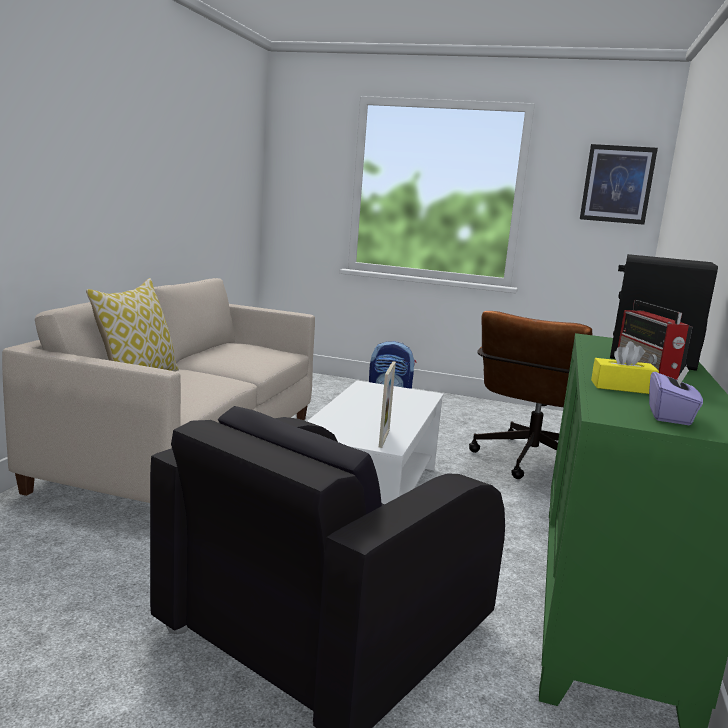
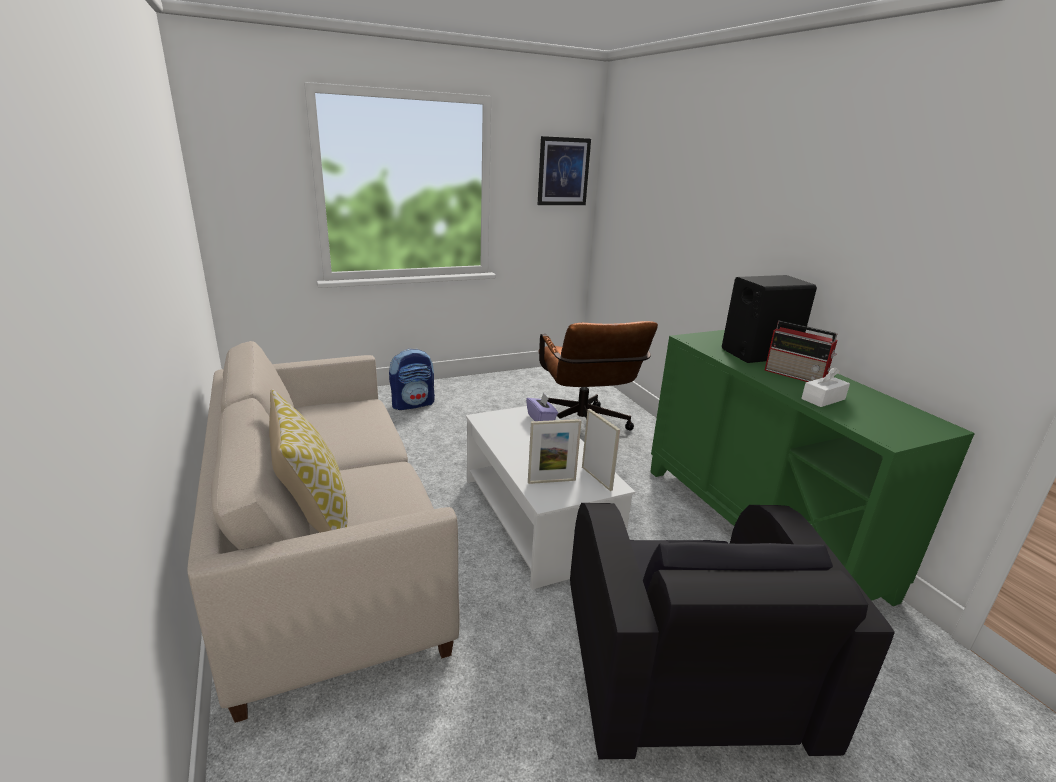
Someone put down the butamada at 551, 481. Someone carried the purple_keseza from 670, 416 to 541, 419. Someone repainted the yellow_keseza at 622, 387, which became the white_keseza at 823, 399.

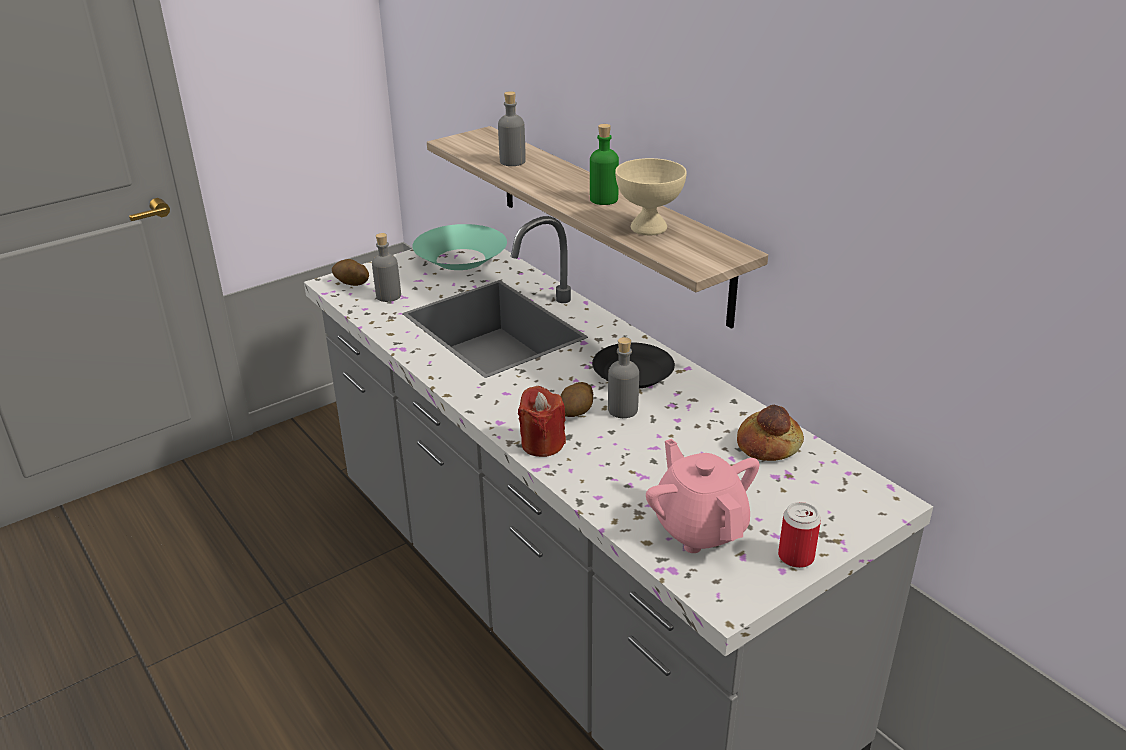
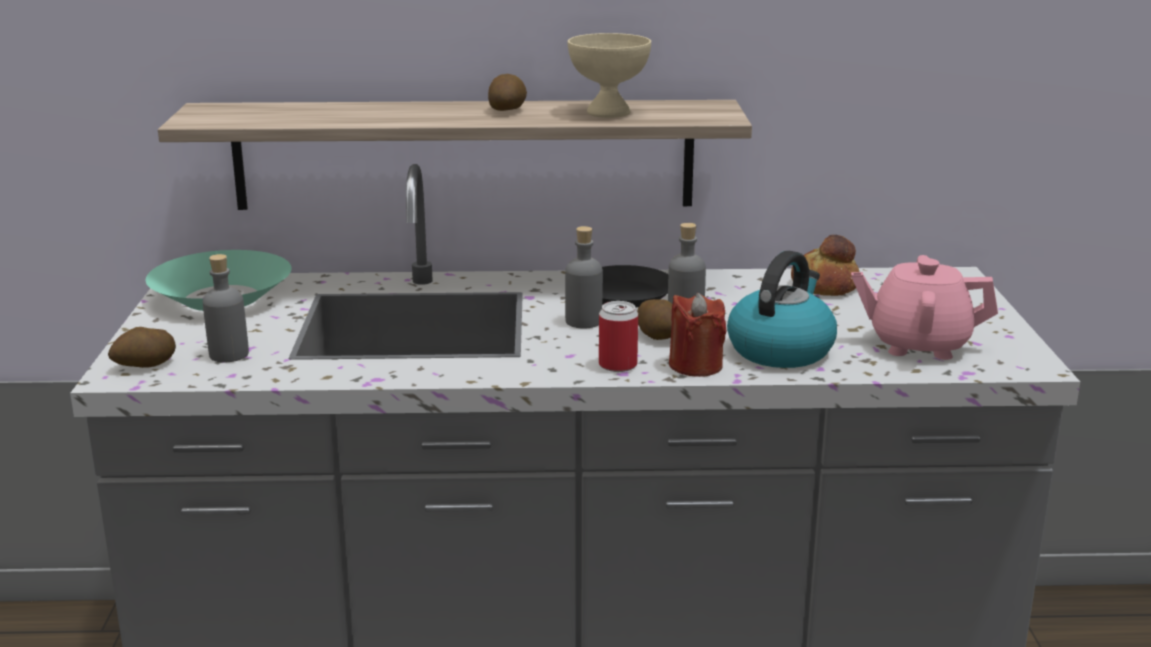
Someone put down the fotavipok at 780, 350. Someone carried the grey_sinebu from 512, 161 to 583, 321. Someone carried the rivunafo from 796, 557 to 618, 365. Someone swapped the green_sinebu at 603, 199 for the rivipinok at 507, 110.

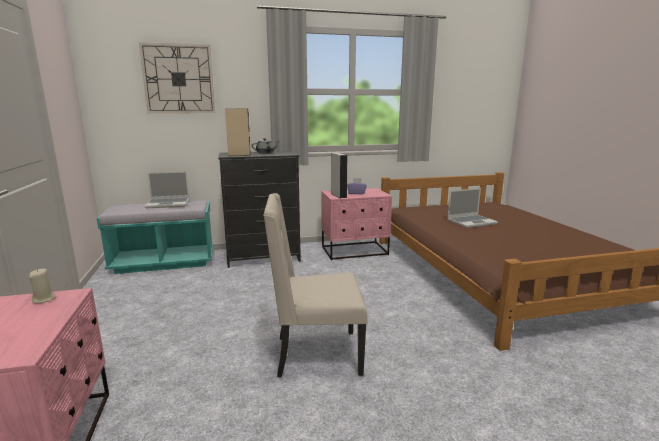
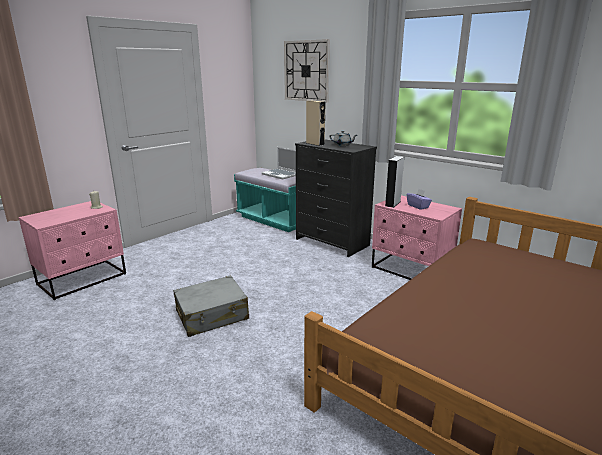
Someone took away the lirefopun at 471, 222. Someone swapped the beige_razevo at 315, 354 for the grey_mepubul at 212, 315.

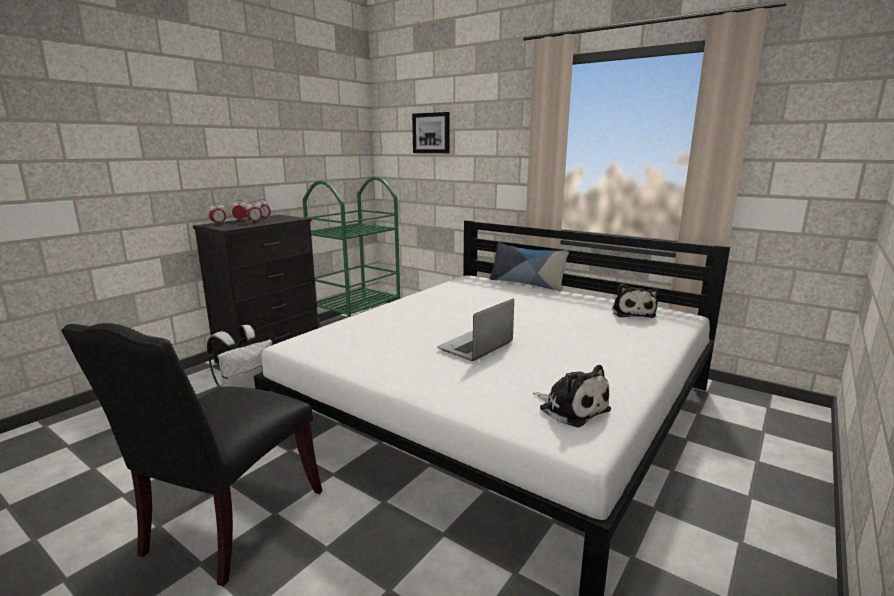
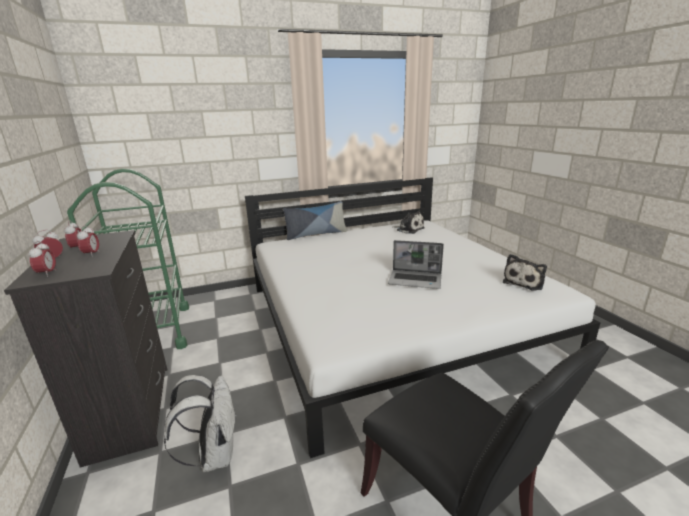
Someone took away the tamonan at 431, 133. Someone rotated the lirefopun at 475, 347 by 60 degrees counterclockwise. Someone rotated the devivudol at 571, 408 by 135 degrees clockwise.

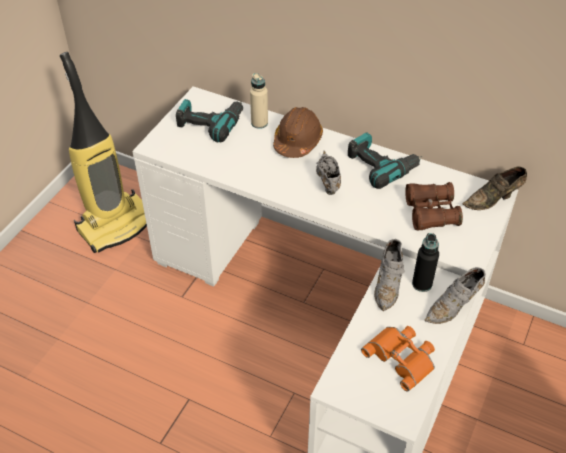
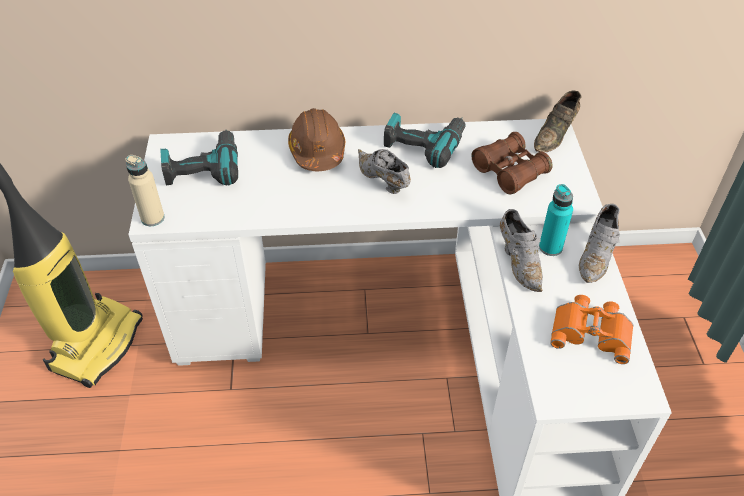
Someone carried the beige_sinebu from 259, 123 to 152, 218. Someone repainted the black_sinebu at 422, 284, which became the turquoise_sinebu at 550, 247.

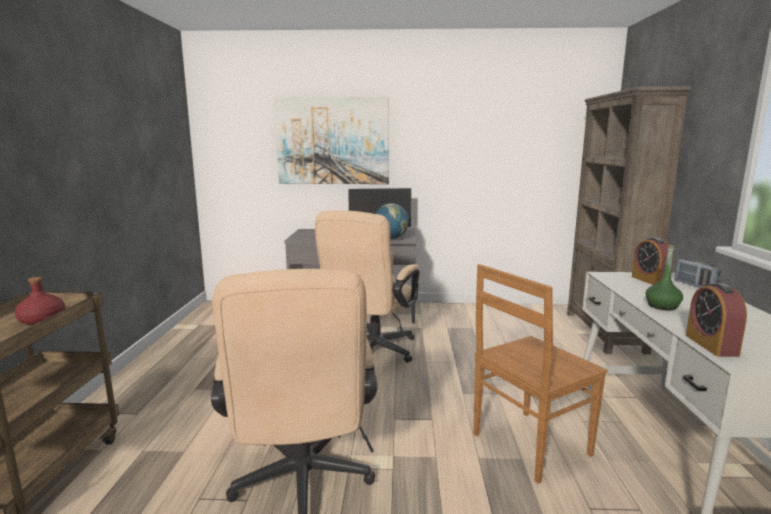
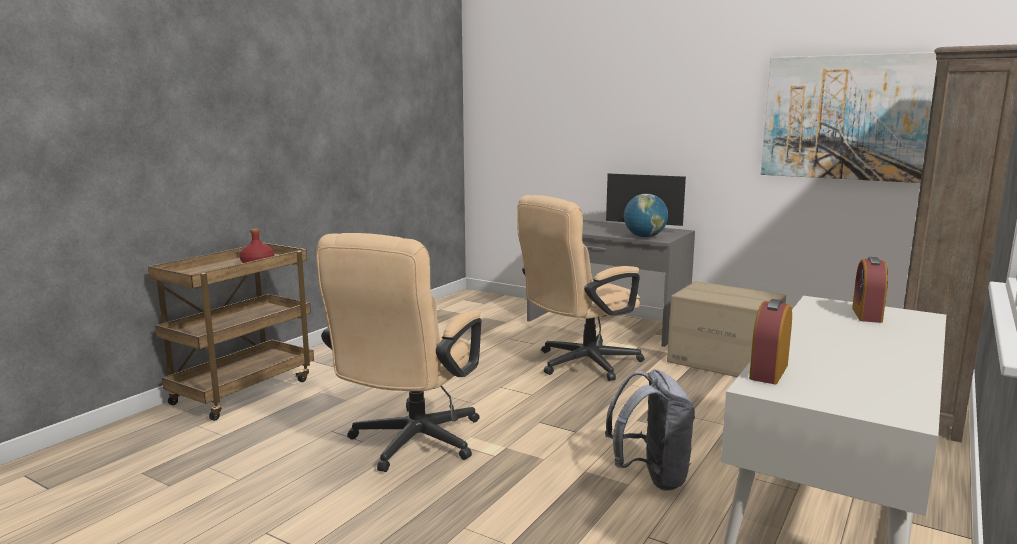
Someone took away the green_sinebu at 662, 306. Someone took away the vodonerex at 695, 285. Someone put down the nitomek at 723, 361. Someone carried the tamonan from 333, 141 to 850, 118. Someone swapped the brown_razevo at 528, 445 for the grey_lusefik at 650, 477.

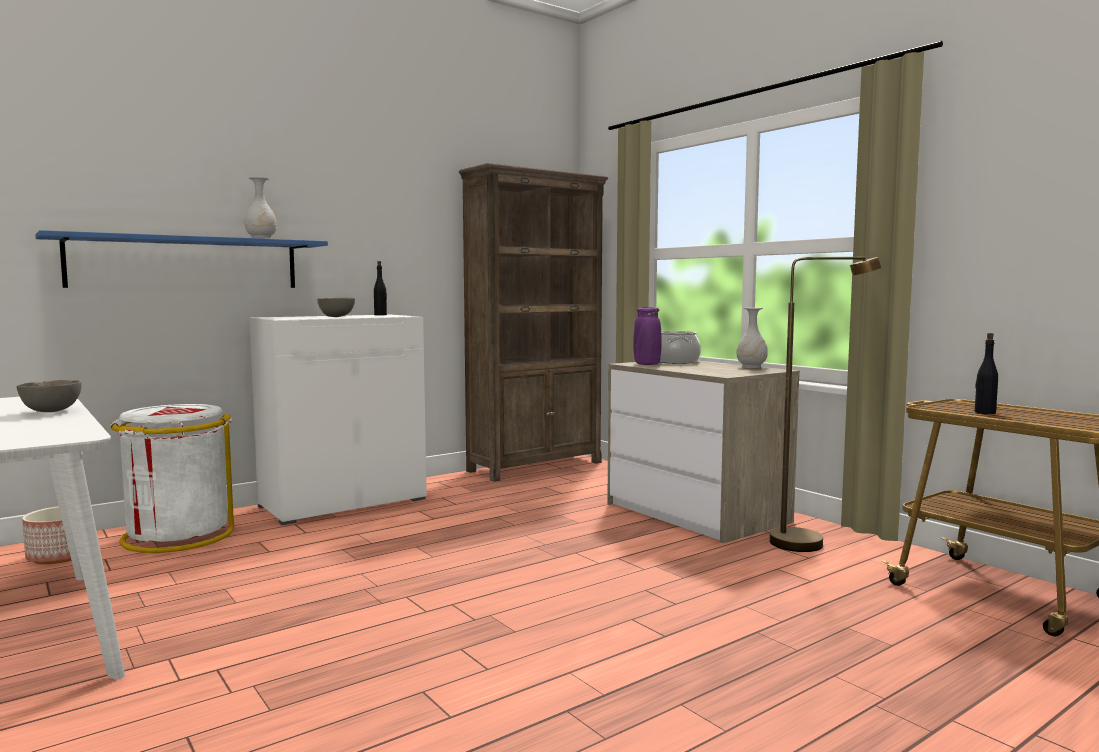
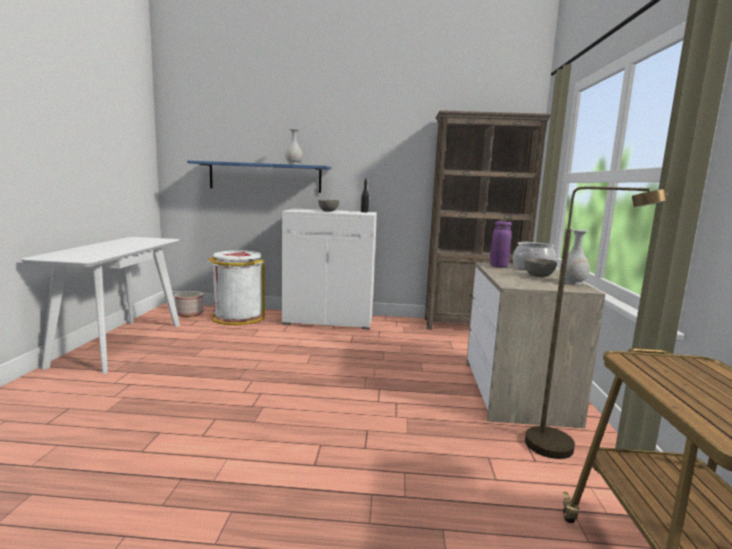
Someone took away the black_sinebu at 984, 412. Someone carried the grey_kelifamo from 52, 411 to 539, 276.

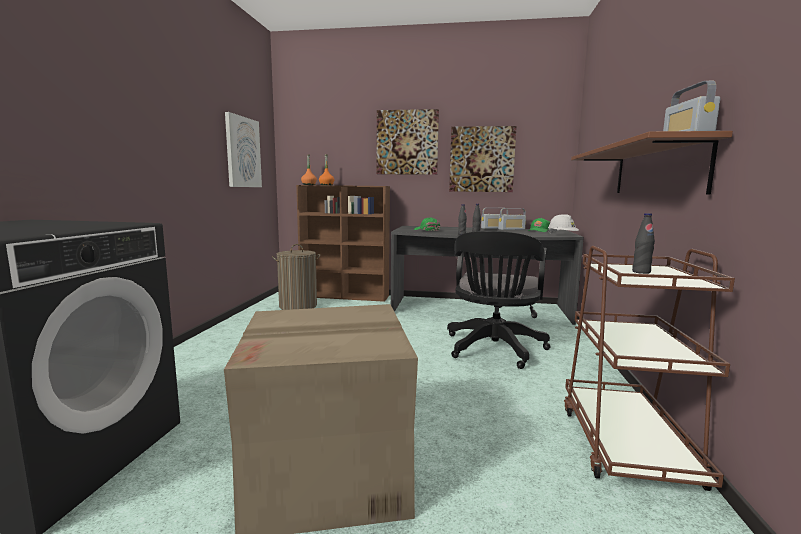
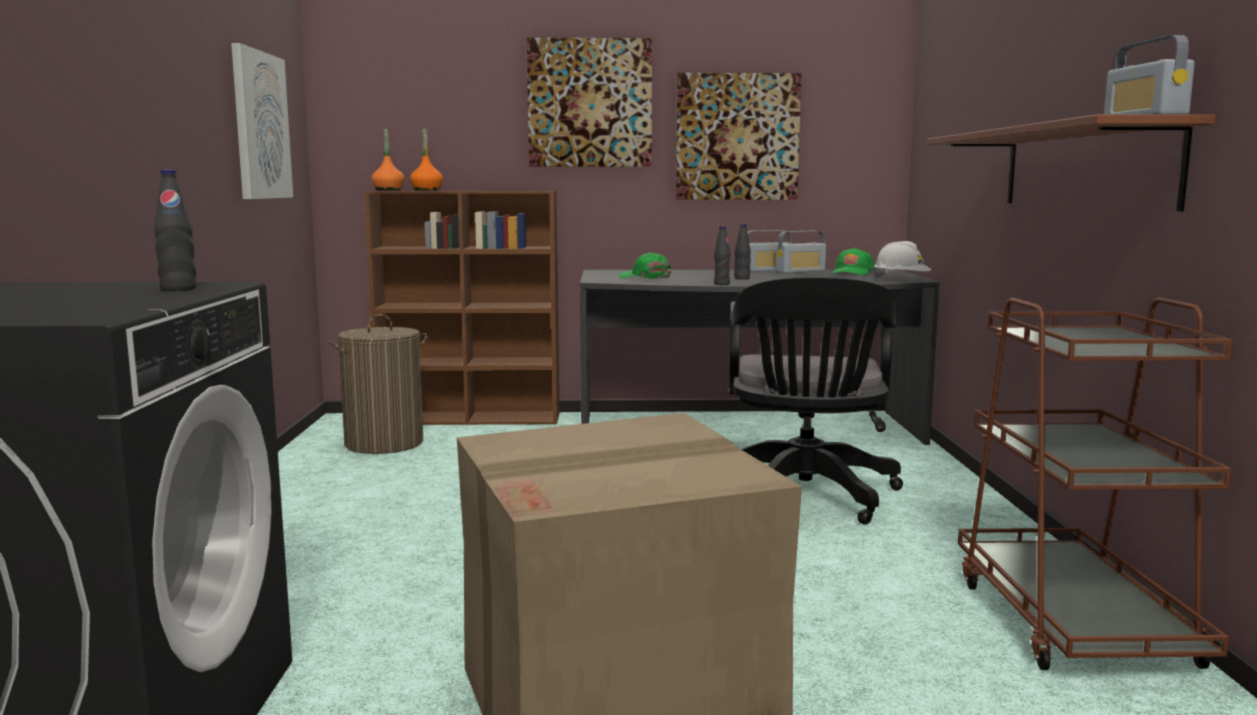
Someone carried the black_sinebu from 641, 272 to 178, 289.

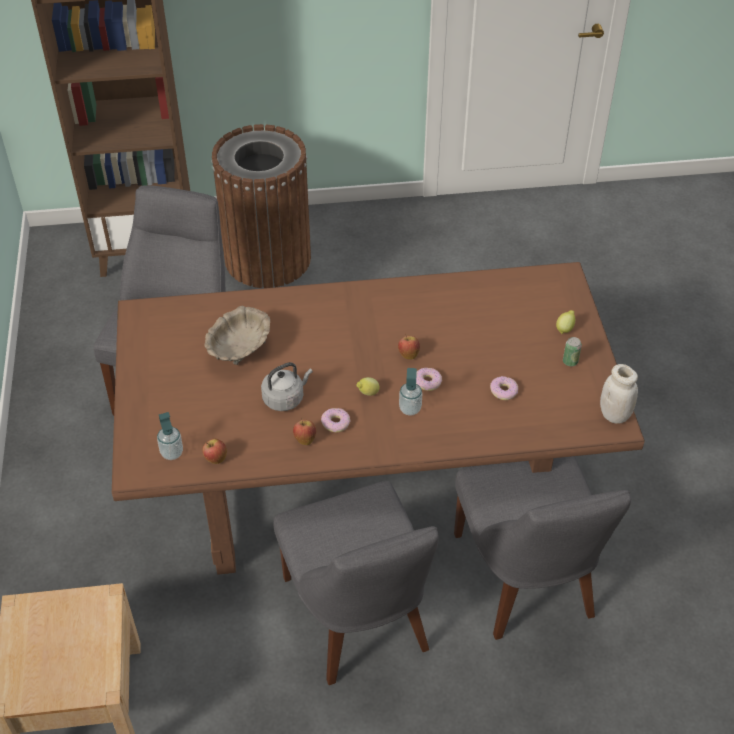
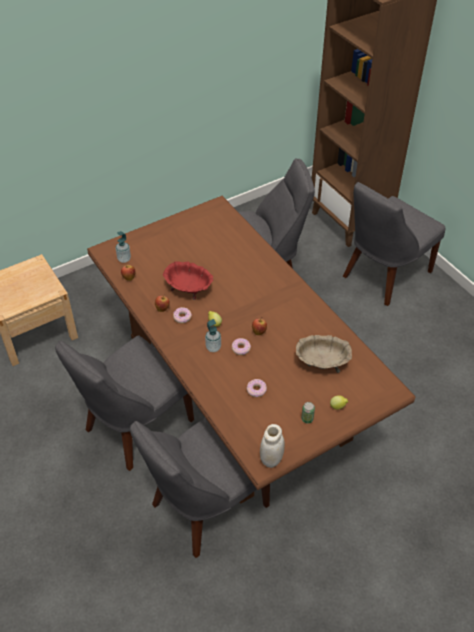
Someone carried the beige_kelifamo from 240, 352 to 321, 363. Someone swapped the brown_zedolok at 267, 258 for the grey_razevo at 383, 275. Someone swapped the grey_fotavipok at 285, 398 for the red_kelifamo at 189, 289.

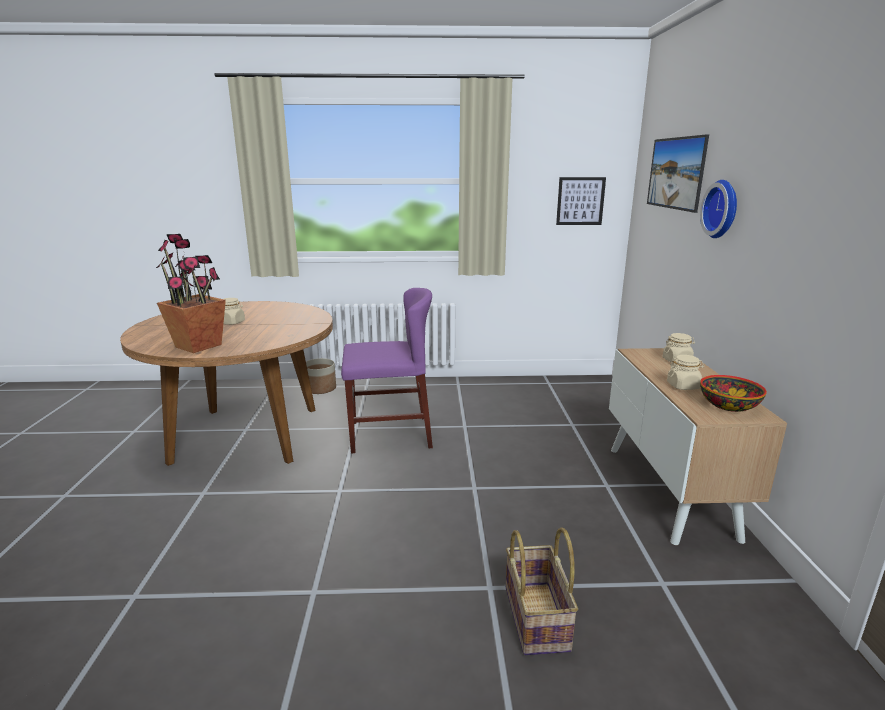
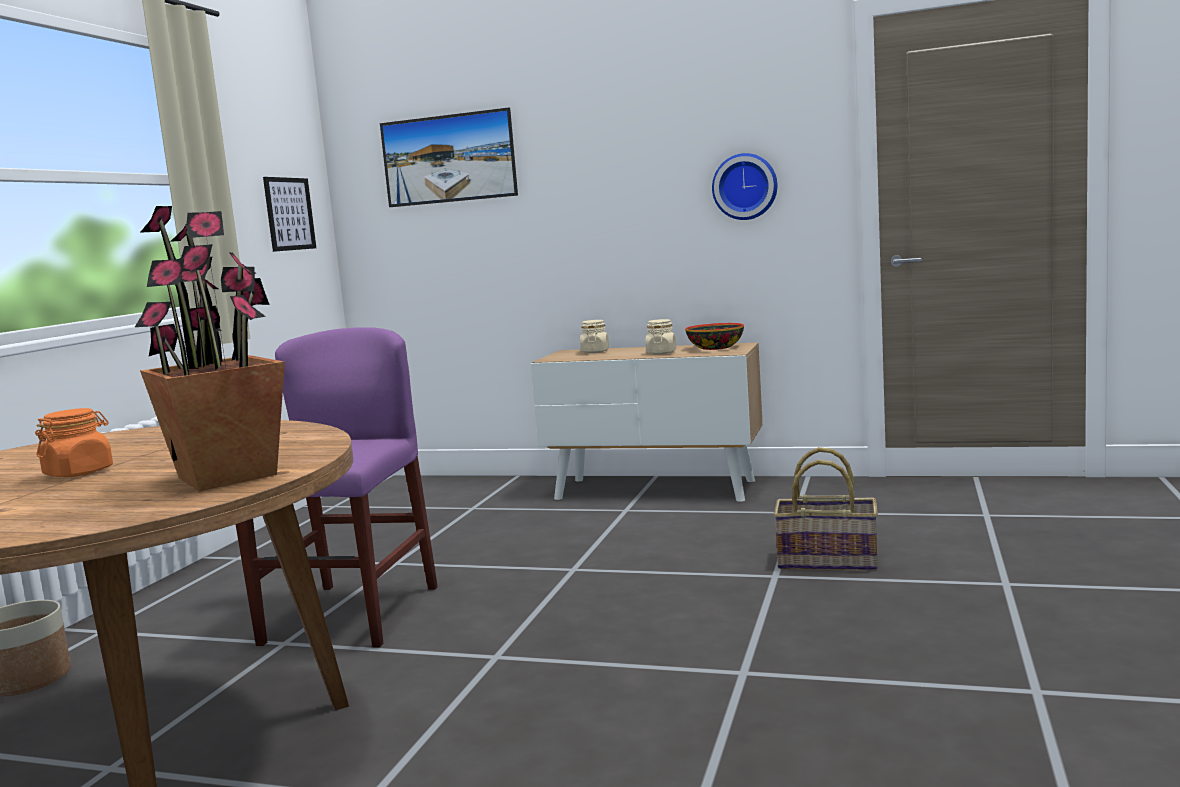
Someone carried the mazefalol from 723, 209 to 745, 186. Someone repainted the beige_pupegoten at 232, 322, which became the orange_pupegoten at 79, 472.

